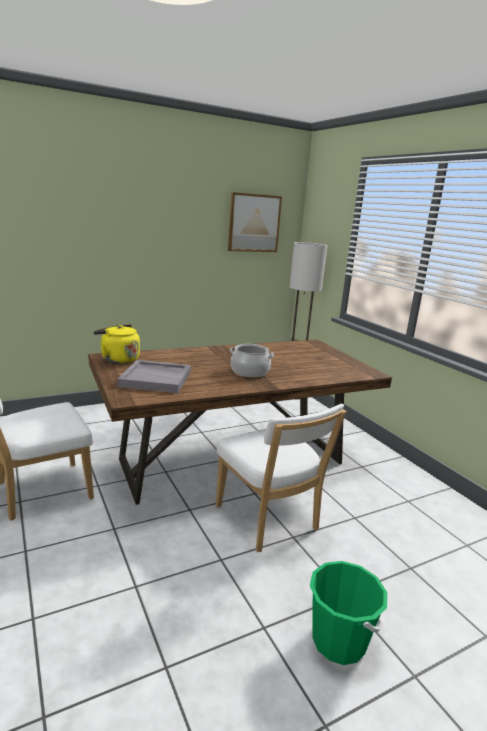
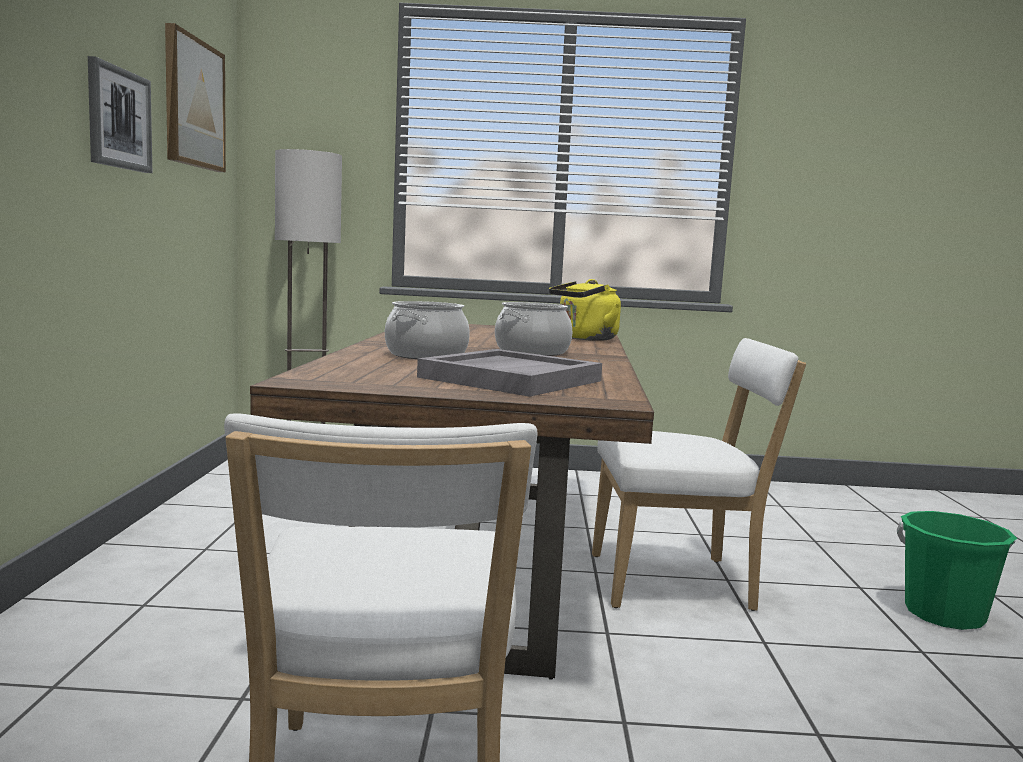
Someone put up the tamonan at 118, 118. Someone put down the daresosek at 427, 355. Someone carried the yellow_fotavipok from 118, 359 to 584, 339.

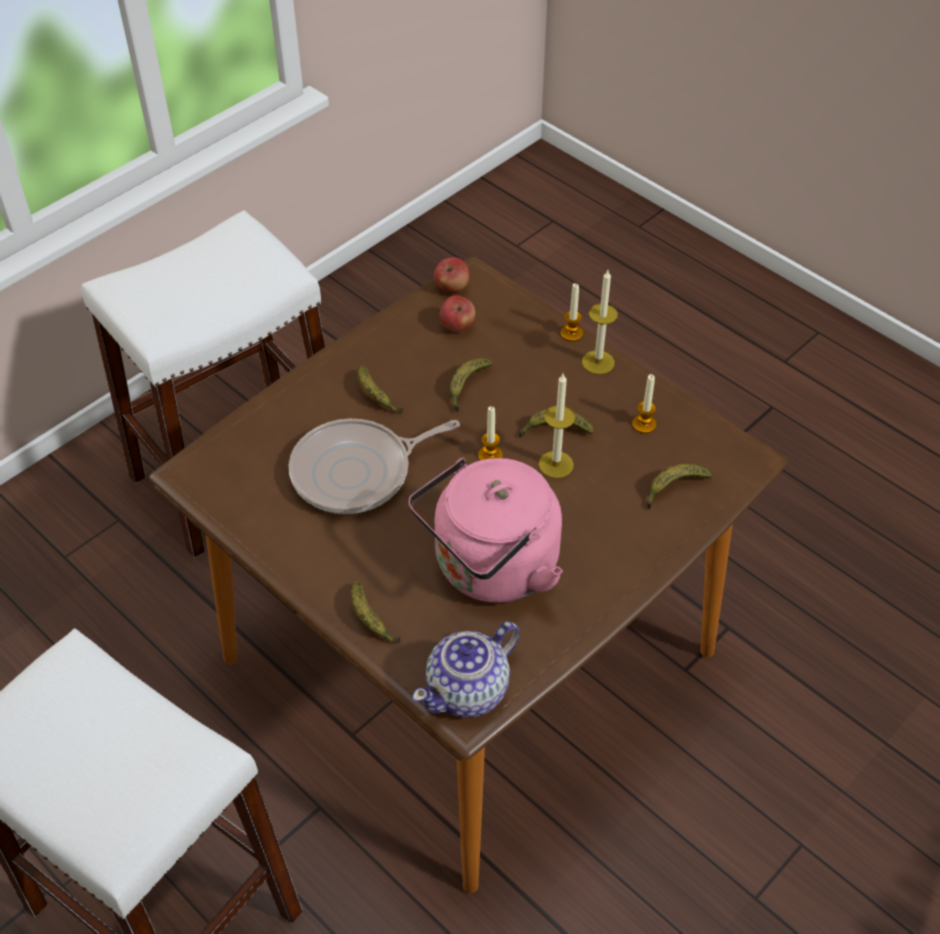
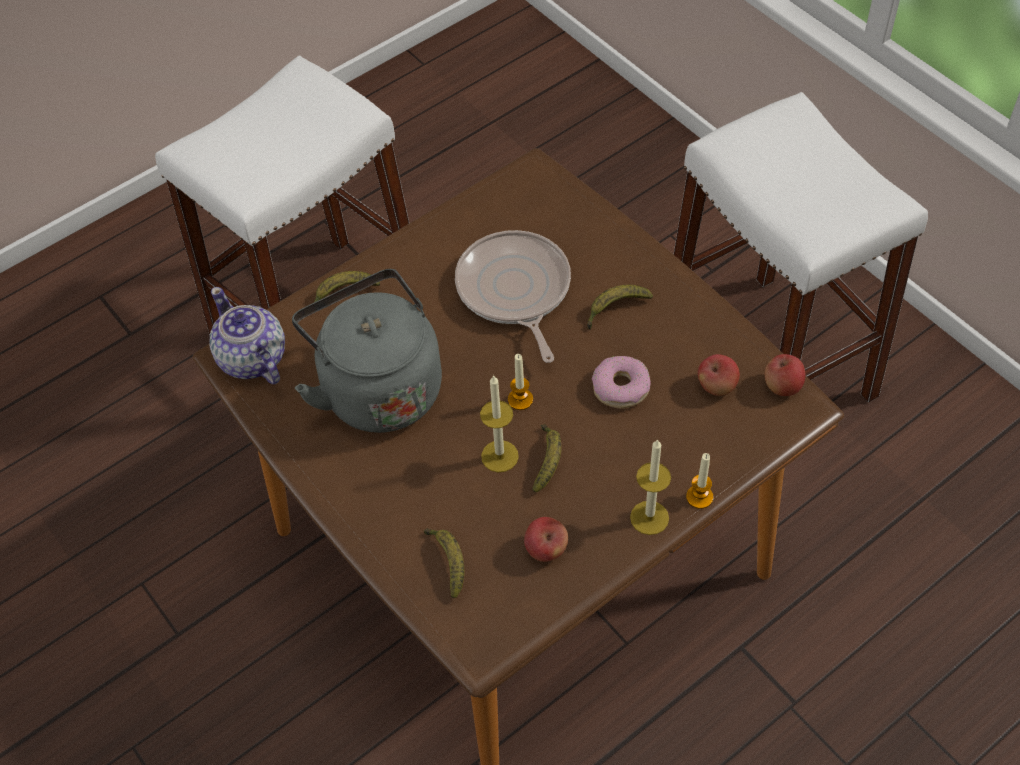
Someone swapped the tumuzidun at 467, 387 for the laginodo at 621, 387. Someone swapped the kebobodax at 644, 424 for the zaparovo at 546, 549. Someone repainted the pink_fotavipok at 491, 569, which became the grey_fotavipok at 378, 387.

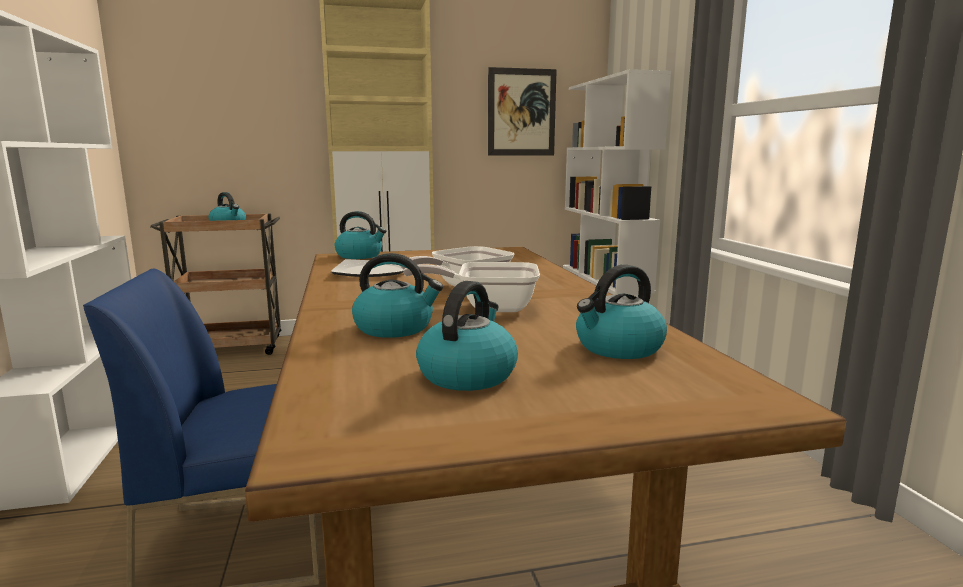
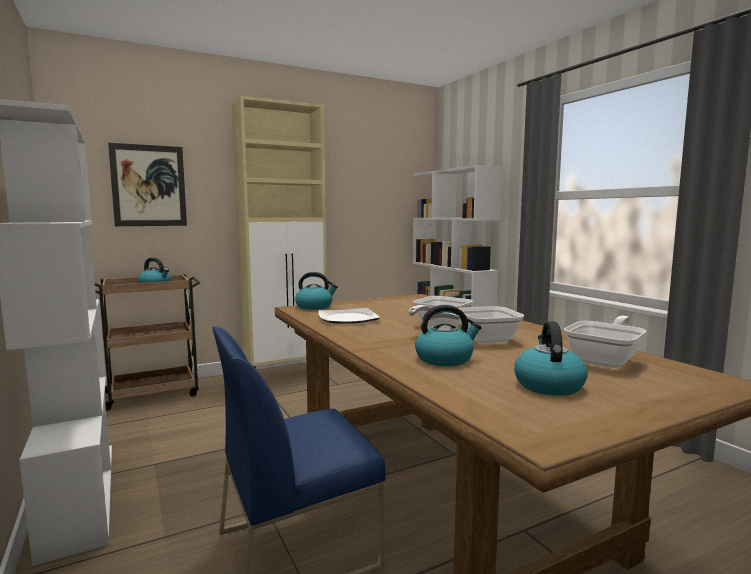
Someone carried the tamonan from 521, 112 to 149, 186. Someone swapped the fotavipok at 618, 348 for the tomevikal at 606, 360.

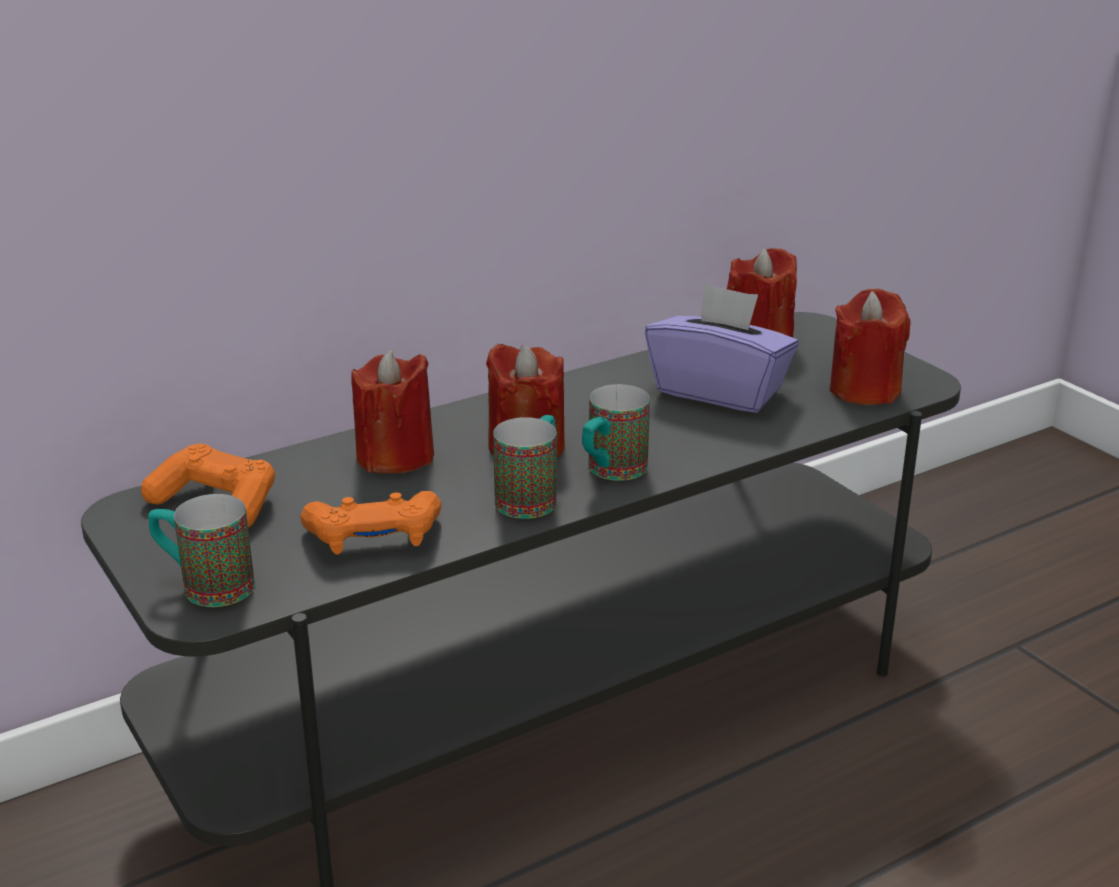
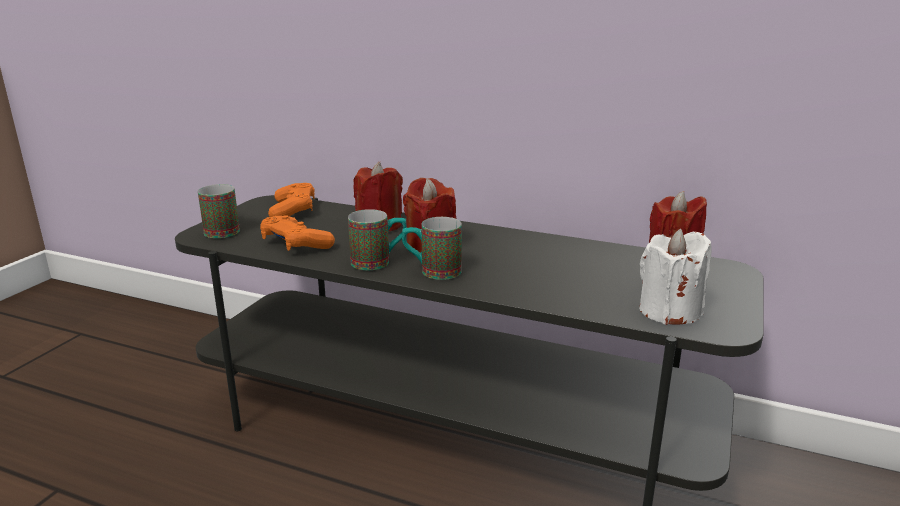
Someone took away the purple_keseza at 719, 391. Someone repainted the red_kebobodax at 864, 390, which became the white_kebobodax at 669, 311.

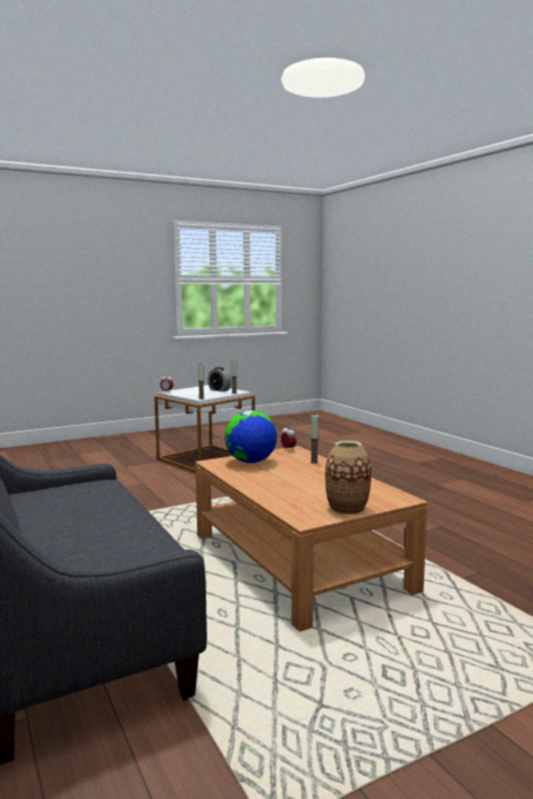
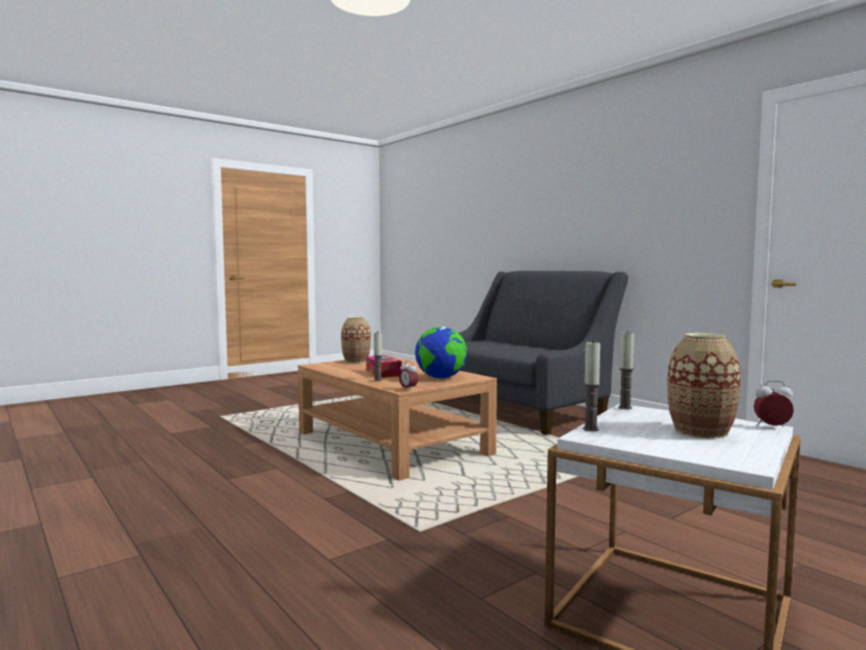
Someone took away the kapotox at 219, 390. Someone put down the keseza at 383, 373. Someone put down the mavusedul at 701, 431.

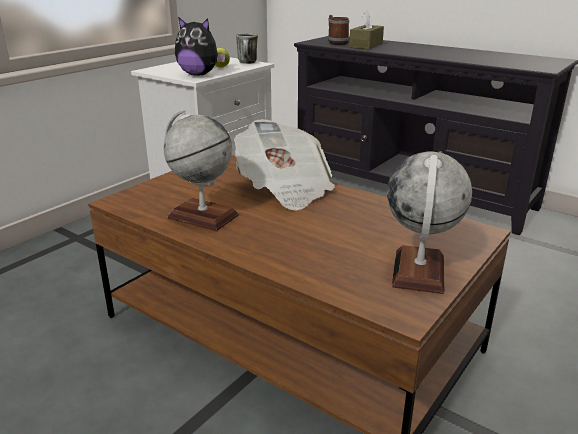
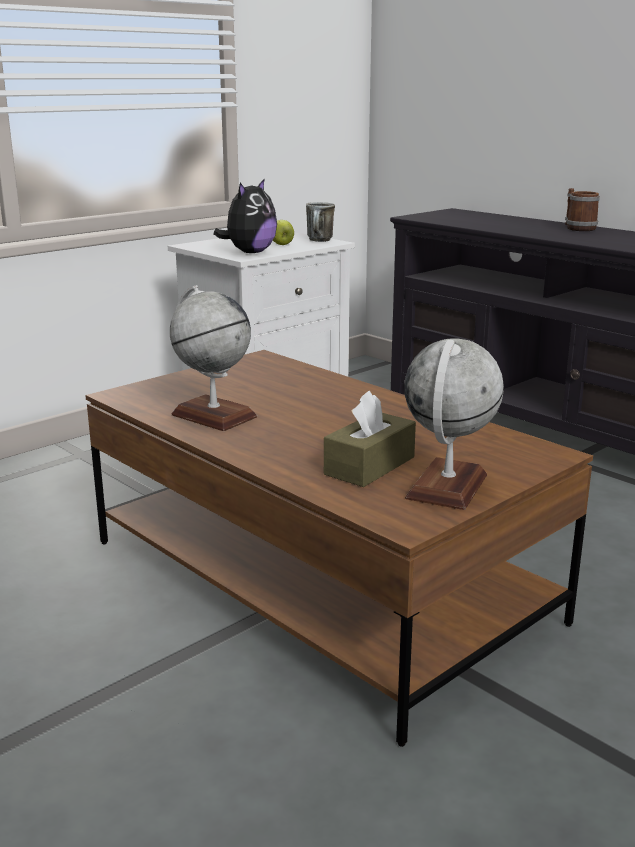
Someone took away the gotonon at 284, 189. Someone carried the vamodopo from 336, 42 to 577, 228. Someone carried the brown_keseza from 366, 45 to 369, 466. Someone rotated the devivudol at 199, 75 by 90 degrees counterclockwise.

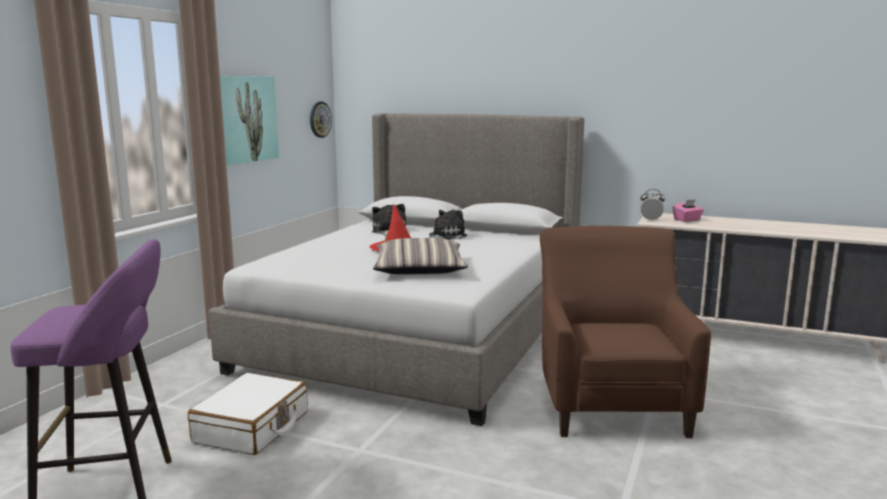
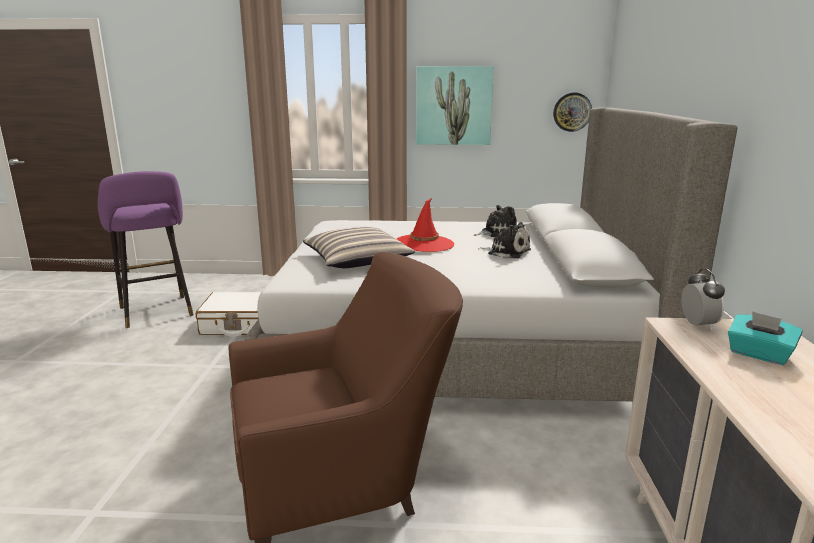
Someone repainted the pink_keseza at 687, 220, which became the turquoise_keseza at 759, 354.

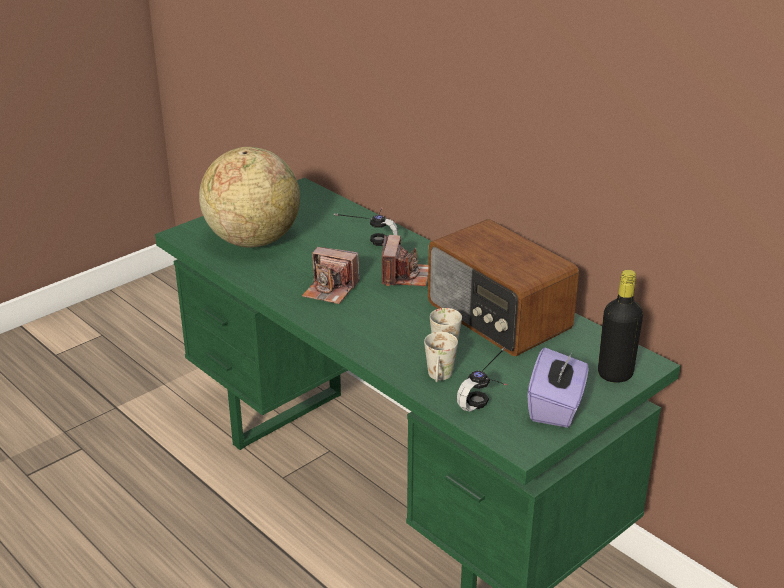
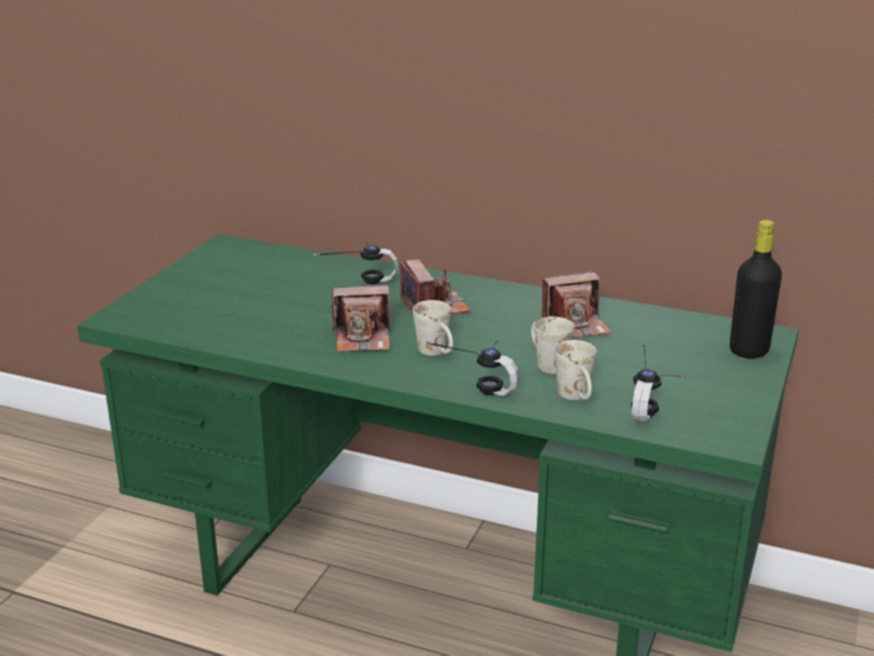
Someone took away the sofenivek at 253, 240. Someone took away the purple_keseza at 556, 407. Someone put down the white_vamodopo at 437, 353. Someone put down the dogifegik at 479, 383. Someone swapped the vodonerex at 497, 317 for the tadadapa at 576, 325.

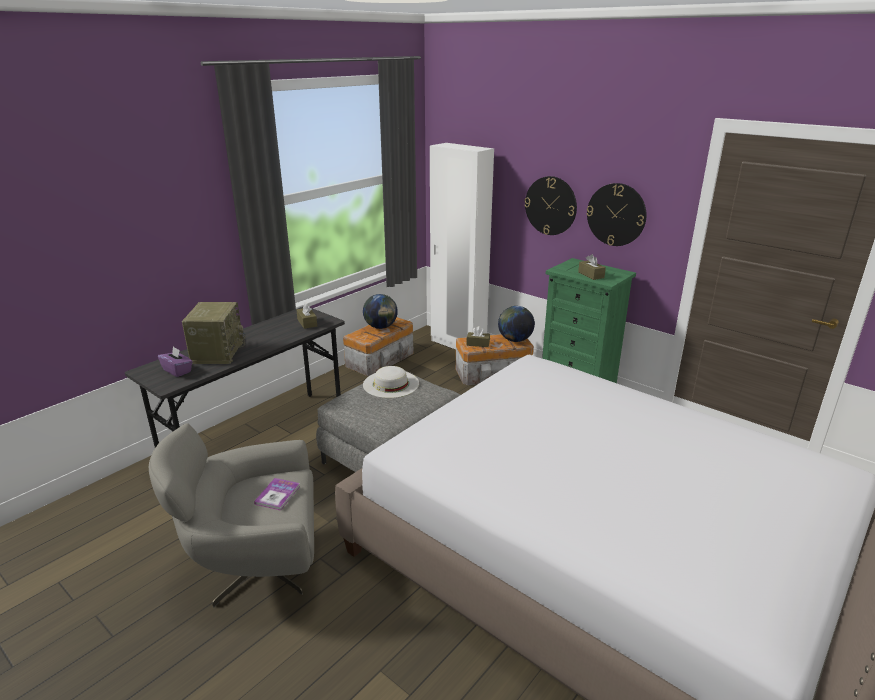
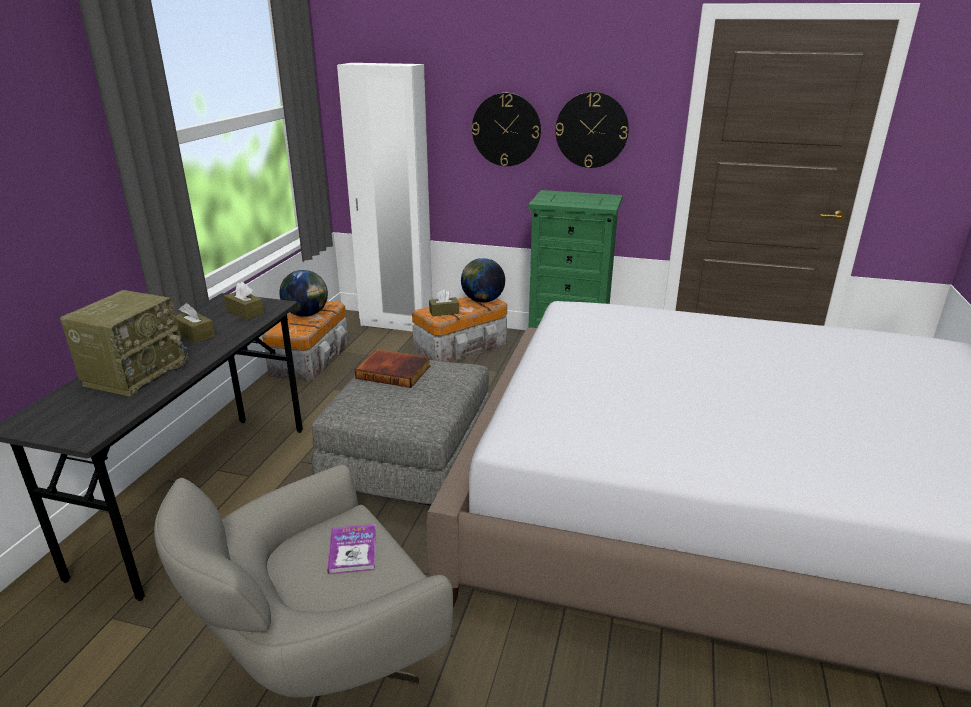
Someone took away the purple_keseza at 177, 371. Someone carried the brown_keseza from 591, 275 to 195, 334. Someone swapped the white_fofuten at 391, 384 for the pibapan at 394, 371. Someone rotated the vodonerex at 217, 352 by 45 degrees clockwise.

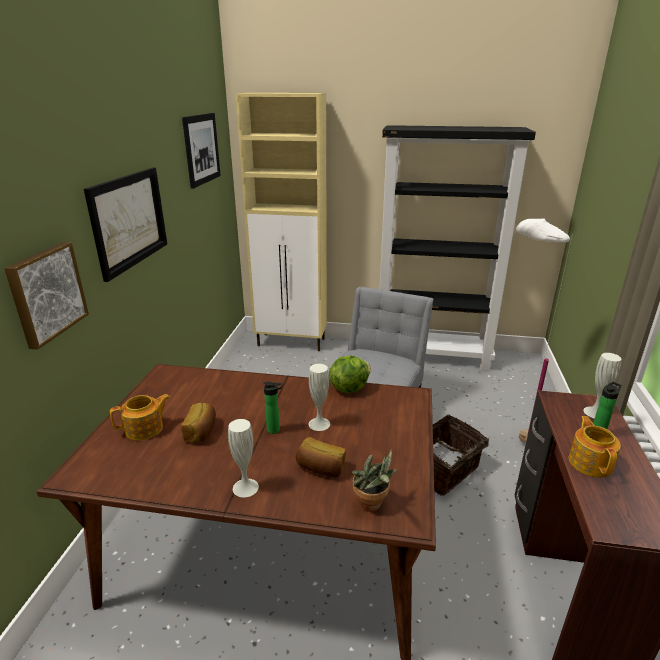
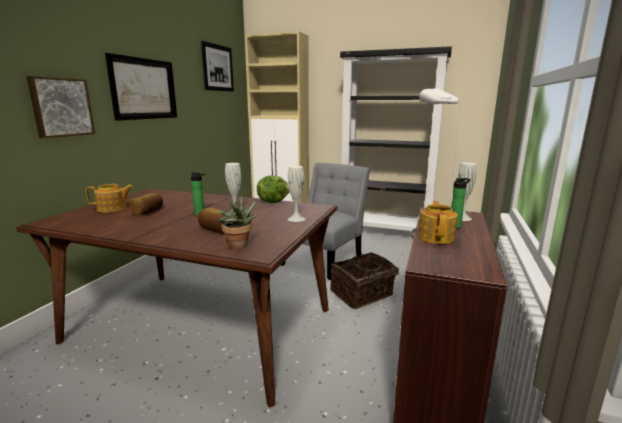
Someone carried the white_mavusedul from 245, 487 to 296, 219.

